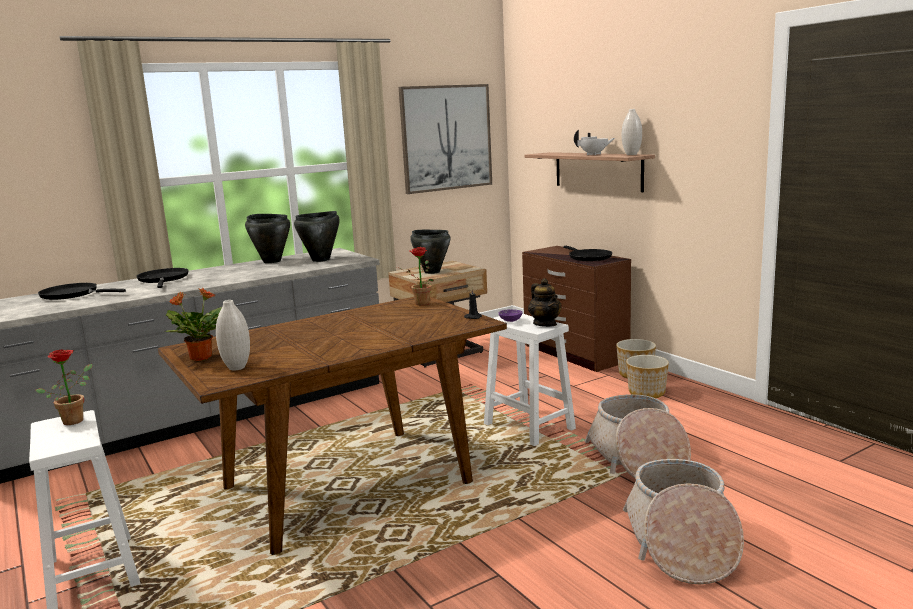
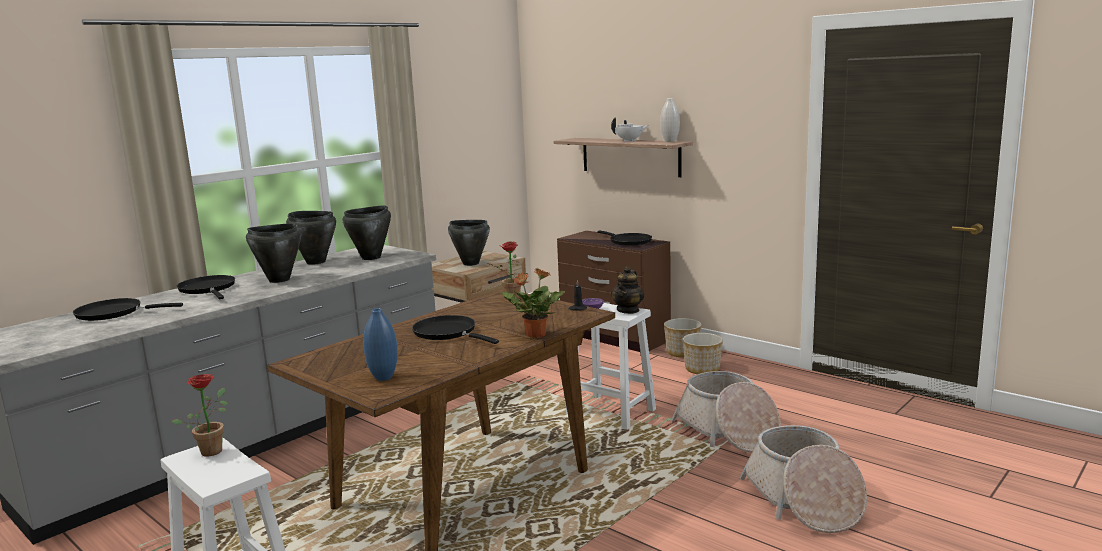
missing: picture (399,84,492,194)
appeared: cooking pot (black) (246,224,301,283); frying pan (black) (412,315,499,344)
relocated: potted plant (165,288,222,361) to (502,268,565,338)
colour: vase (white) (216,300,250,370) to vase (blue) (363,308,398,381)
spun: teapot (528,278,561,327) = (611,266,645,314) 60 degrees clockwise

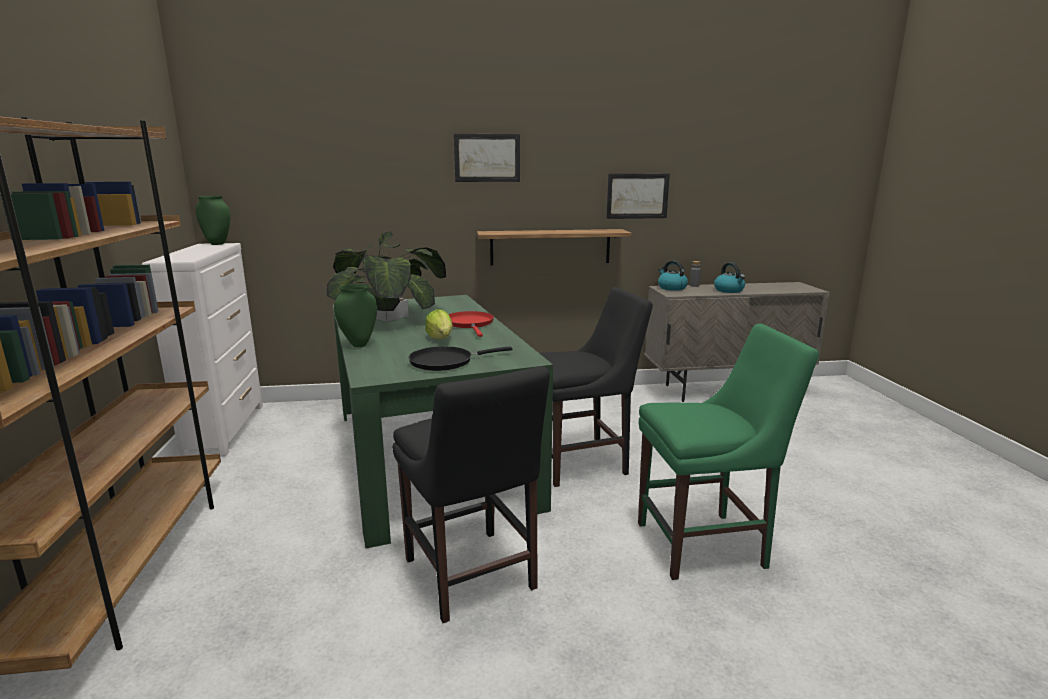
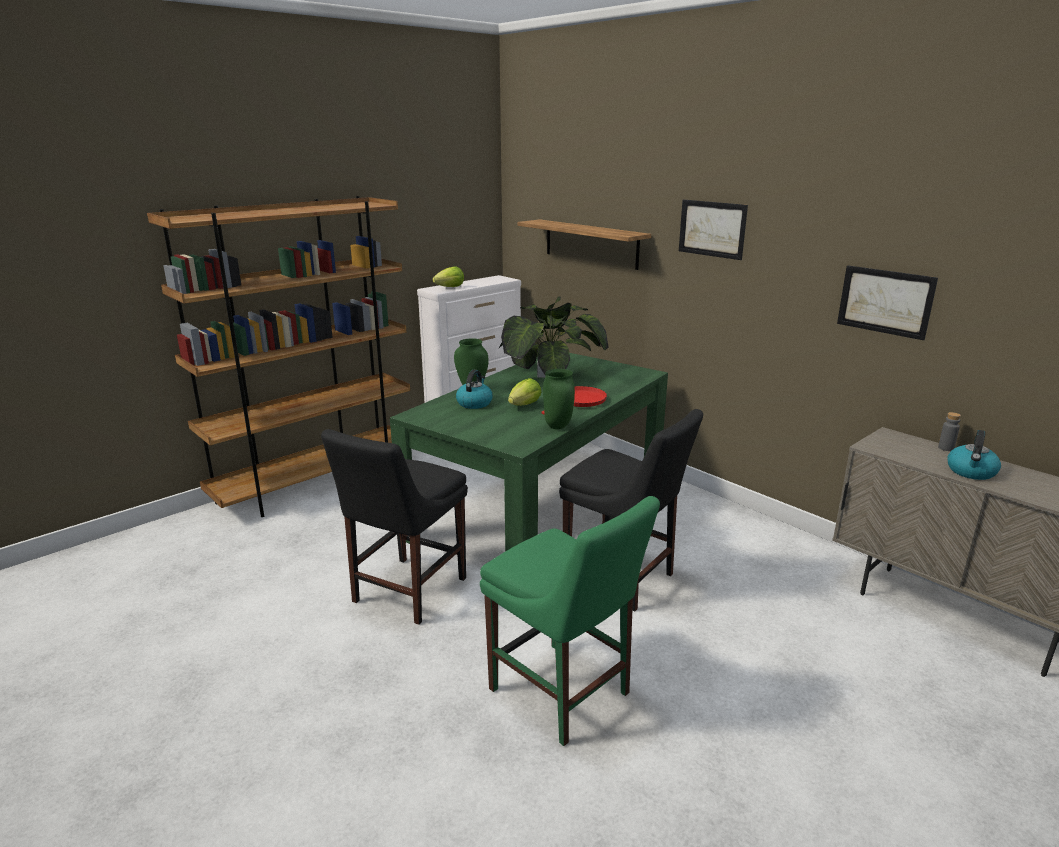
missing: frying pan (black) (409,346,512,371)
appeared: lettuce (432,266,464,287)
relocated: vase (green) (195,196,230,245) to (543,369,575,429); shelf (477,229,631,266) to (517,219,651,270); kettle (658,260,688,291) to (456,370,493,409)

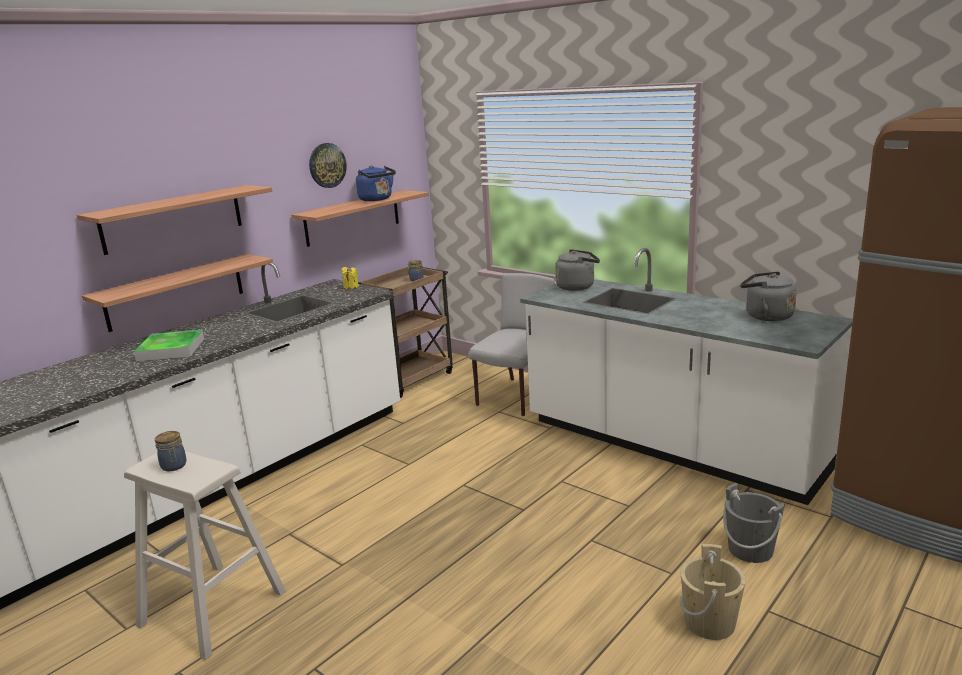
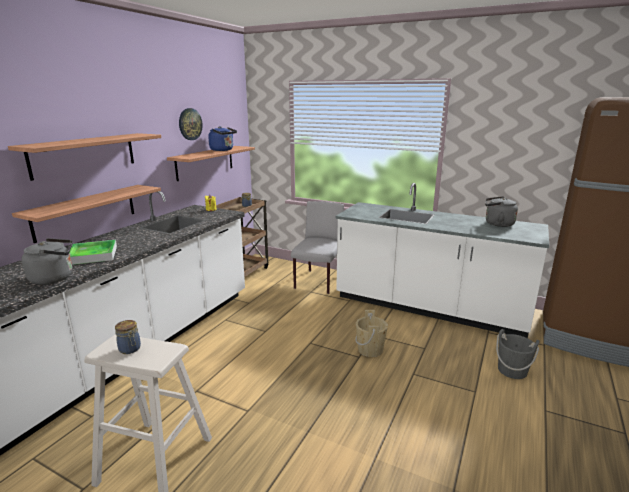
relocated: kettle (grey) (555,249,600,291) to (22,238,73,284); bucket (beige) (680,544,746,640) to (355,310,388,357)

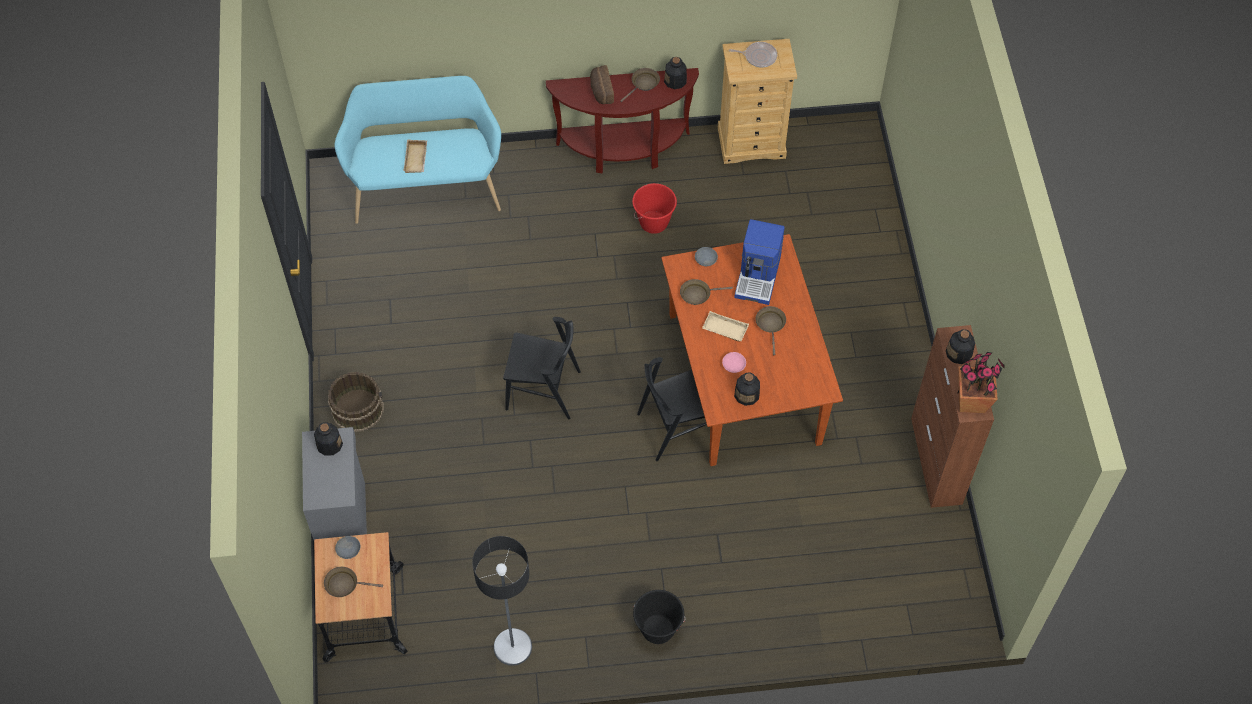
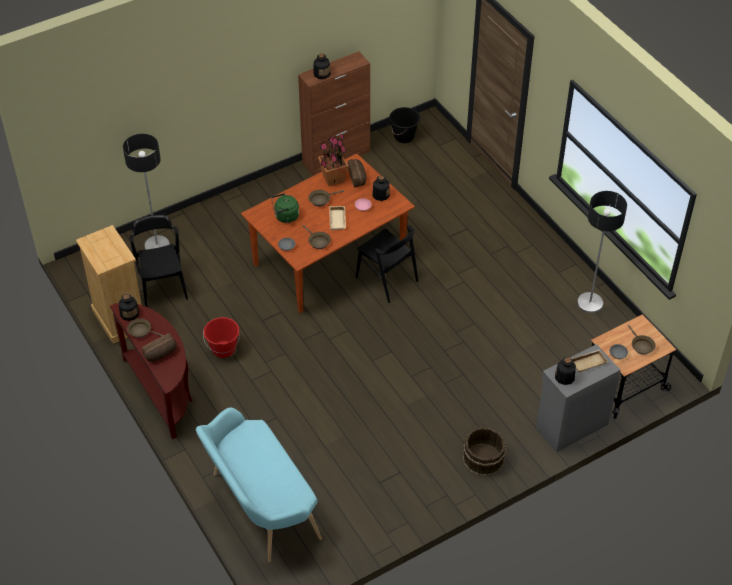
missing: frying pan (729,42,777,67)
appeared: floor lamp (123,134,170,250); bread (348,159,367,187)
relocated: tray (beige) (403,140,427,173) to (572,349,608,372); chair (black) (503,317,581,419) to (129,215,188,307); bucket (black) (633,590,685,644) to (389,107,420,143); potted plant (957,352,1005,413) to (318,134,349,186)
exchanged: coffee machine (734,219,785,305) to kettle (green) (271,193,299,223)

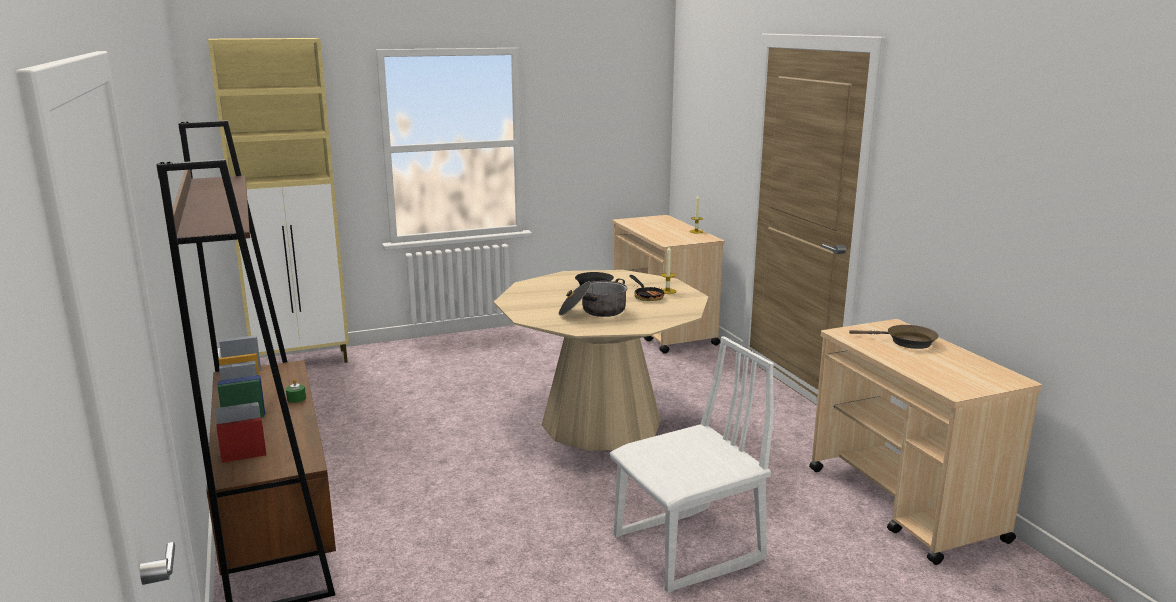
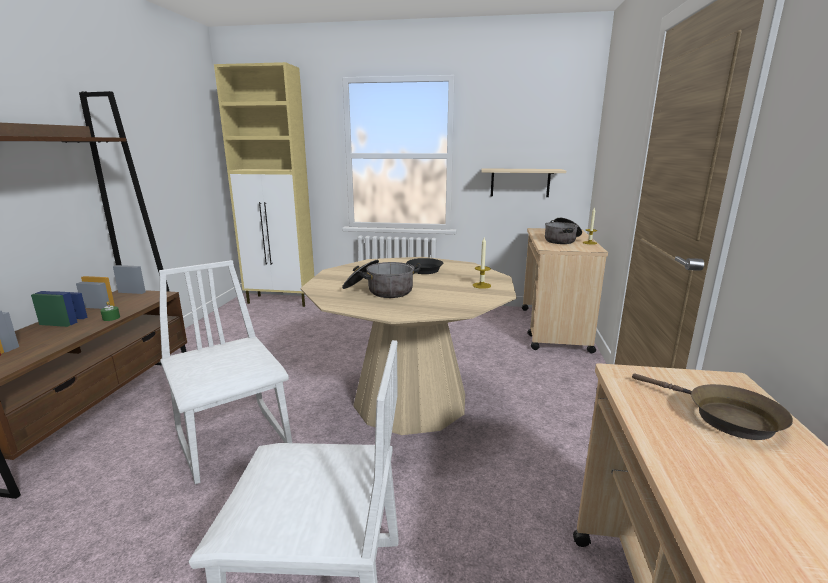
missing: frying pan (629,275,664,301)
appeared: chair (white) (159,260,292,485); shelf (beige) (481,168,566,197); cooking pot (545,218,582,244)

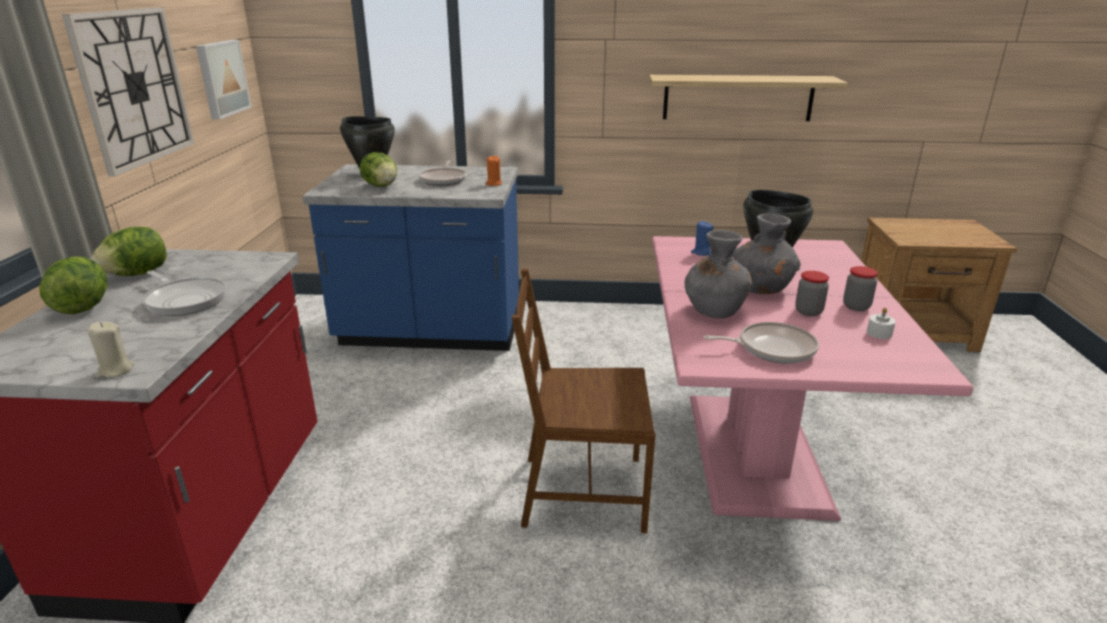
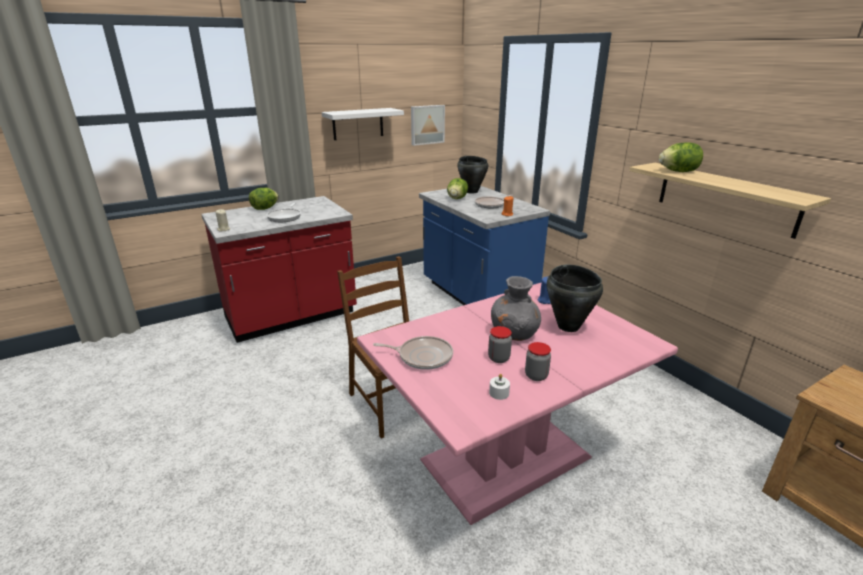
missing: vase (grey) (685,230,752,318)
relocated: lettuce (91,227,167,276) to (659,142,703,172)
exchanged: wall clock (62,7,195,177) to shelf (white) (322,108,404,140)
spun: frying pan (704,322,819,364) = (373,336,453,370) 45 degrees counterclockwise

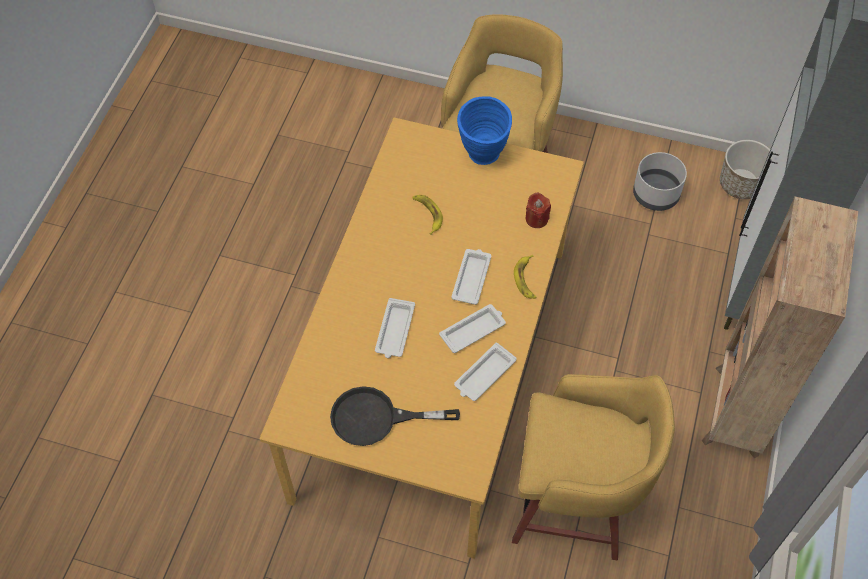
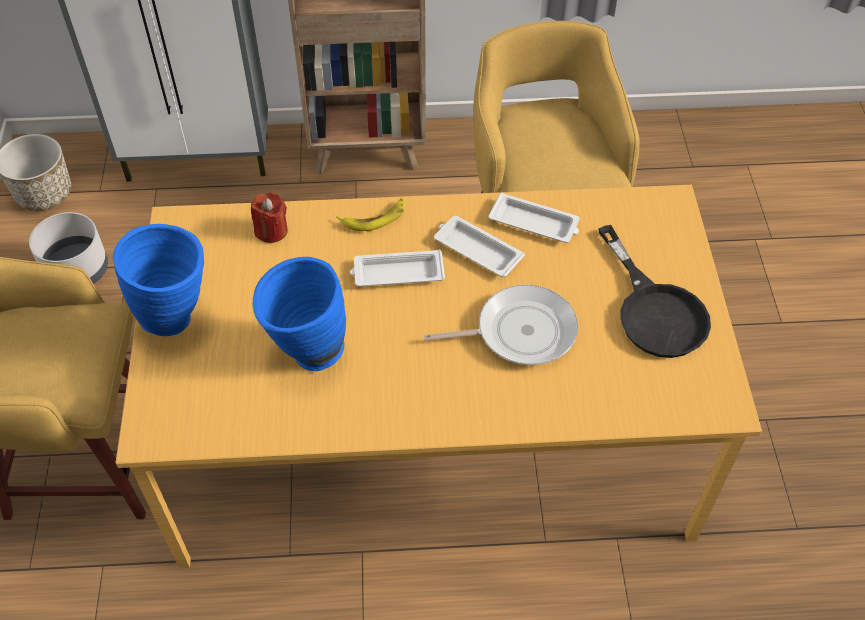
exchanged: tray (white) (375,298,415,358) to frying pan (424,285,578,365); banana (413,195,443,235) to vase (blue) (253,257,346,371)

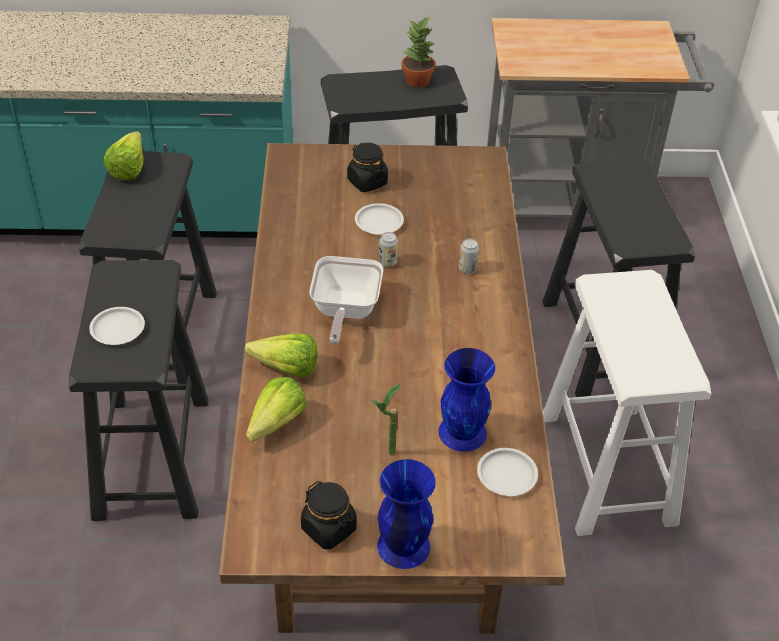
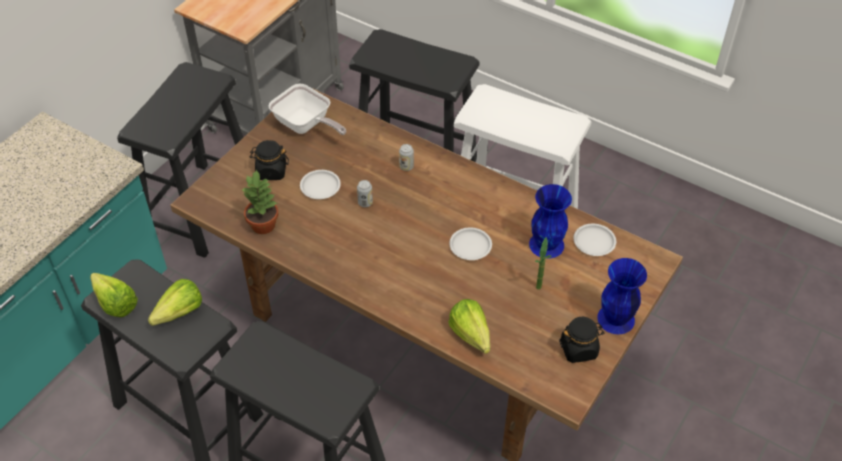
relocated: plate (white) (89,307,145,345) to (449,227,492,260); lettuce (245,334,318,378) to (148,279,202,326); frying pan (309,256,383,344) to (269,84,346,135); potted plant (401,16,436,87) to (240,169,278,234)

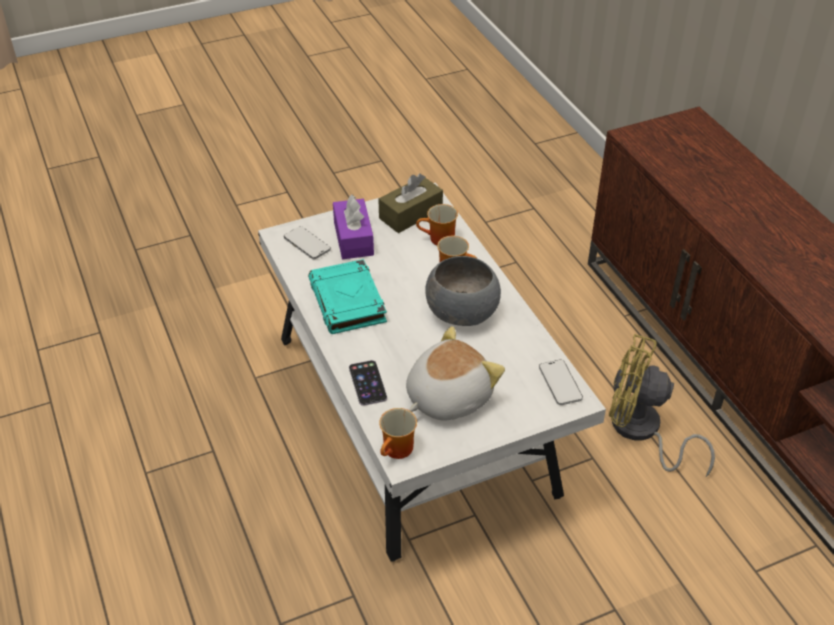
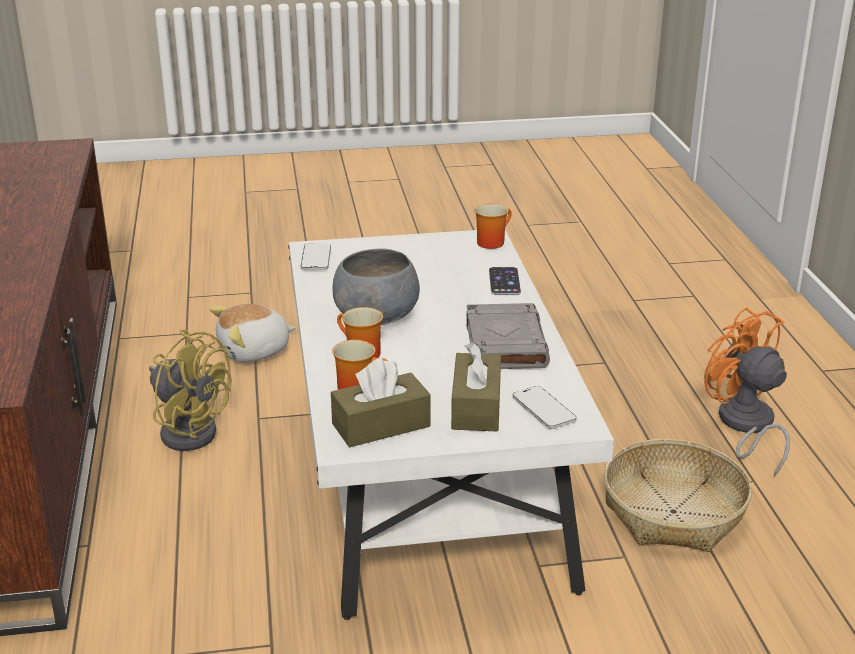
appeared: basket (604,439,752,552); fan (orange) (704,307,790,477)
relocated: plush toy (406,326,505,421) to (210,304,296,362)
colour: book (turquoise) (308,259,387,334) to book (grey) (466,303,550,369); tissue box (purple) (333,195,374,259) to tissue box (brown) (451,341,501,431)

